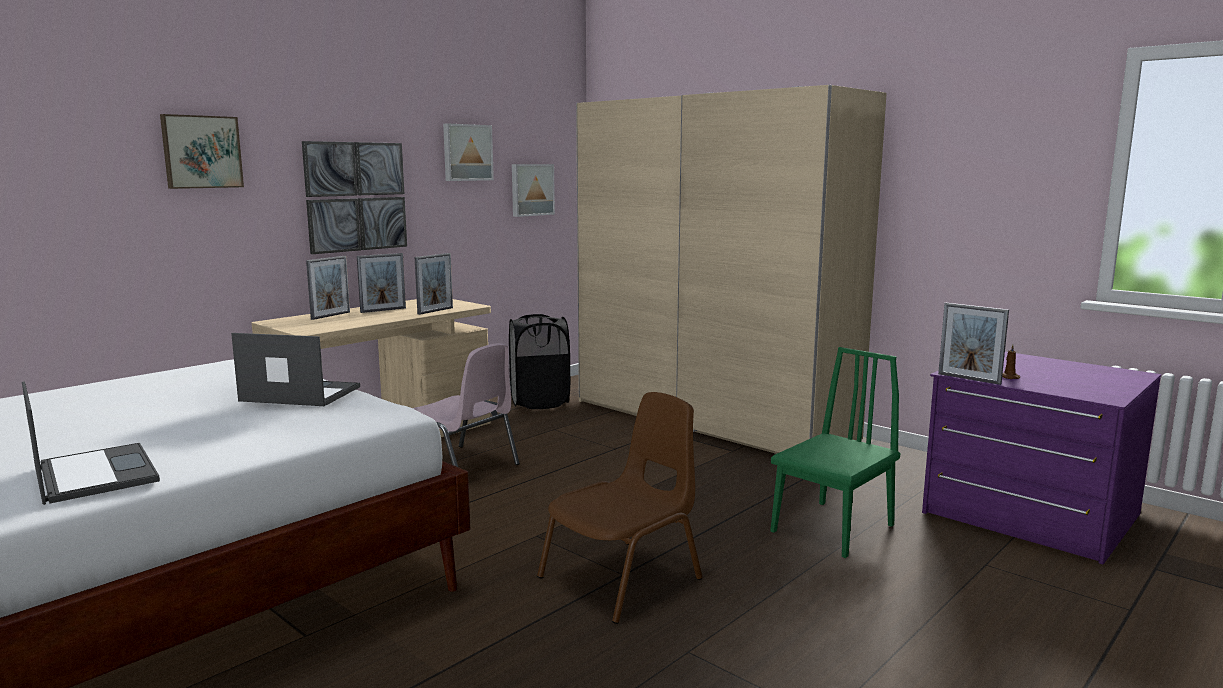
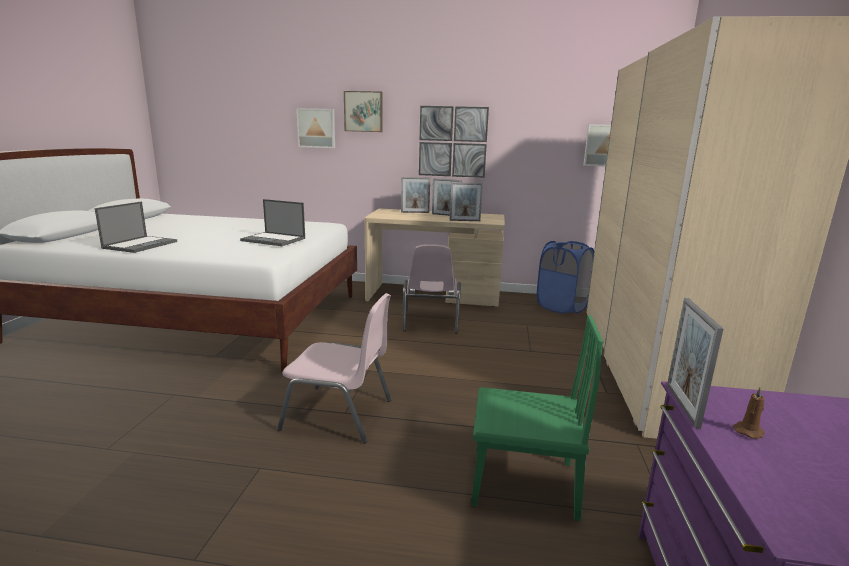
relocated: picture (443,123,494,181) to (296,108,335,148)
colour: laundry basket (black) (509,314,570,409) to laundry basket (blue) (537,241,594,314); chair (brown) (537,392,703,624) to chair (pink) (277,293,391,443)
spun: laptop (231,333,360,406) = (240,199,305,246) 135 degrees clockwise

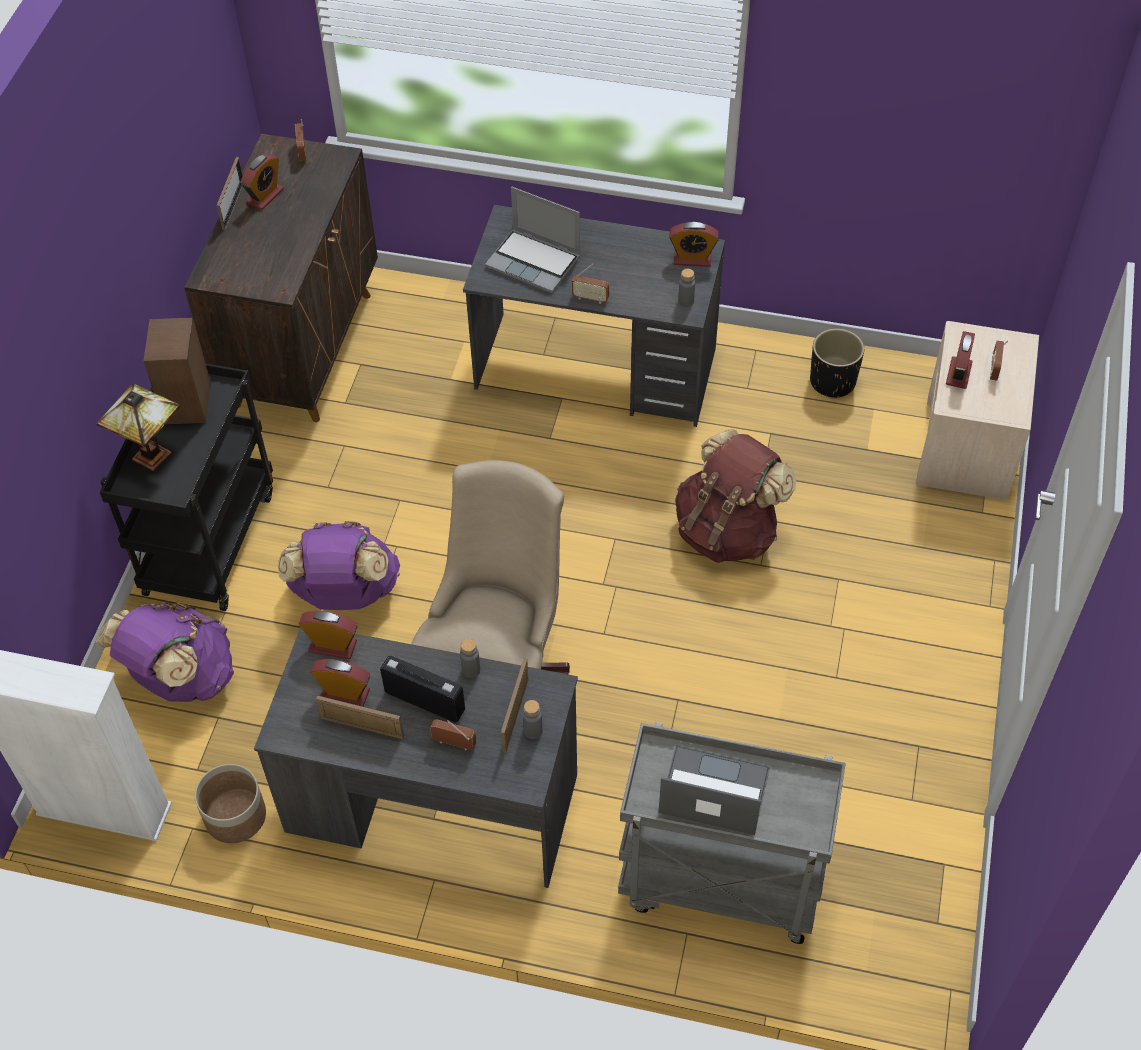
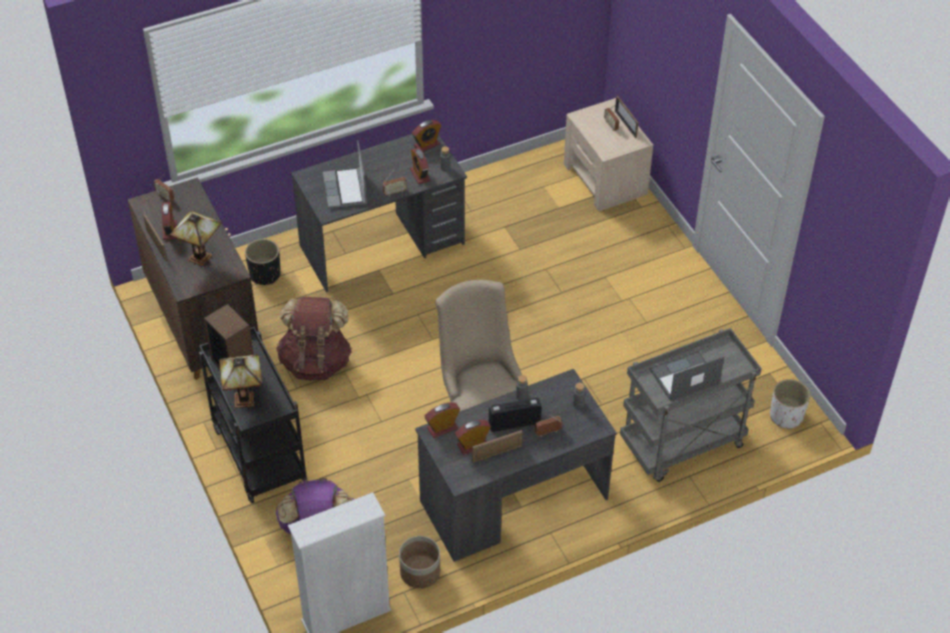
missing: backpack (purple) (278,521,400,610)
appeared: table lamp (170,211,221,267); planter (white) (770,379,810,429)
relocated: picture frame (501,659,528,753) to (615,96,639,138); backpack (brown) (675,429,796,563) to (276,297,352,381); planter (black) (810,329,864,399) to (245,239,281,285); alarm clock (946,331,975,389) to (410,148,431,184)
spun: laptop (485,187,581,293) = (323,140,367,208) 90 degrees clockwise

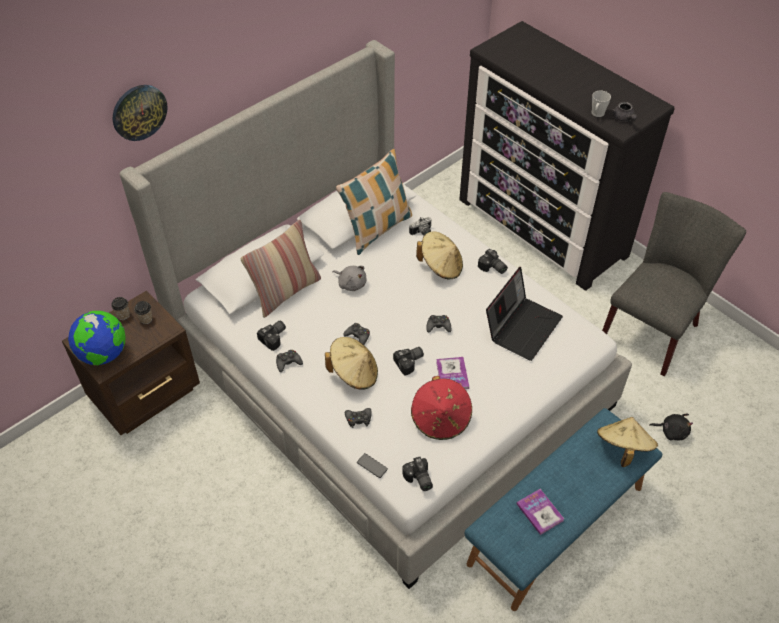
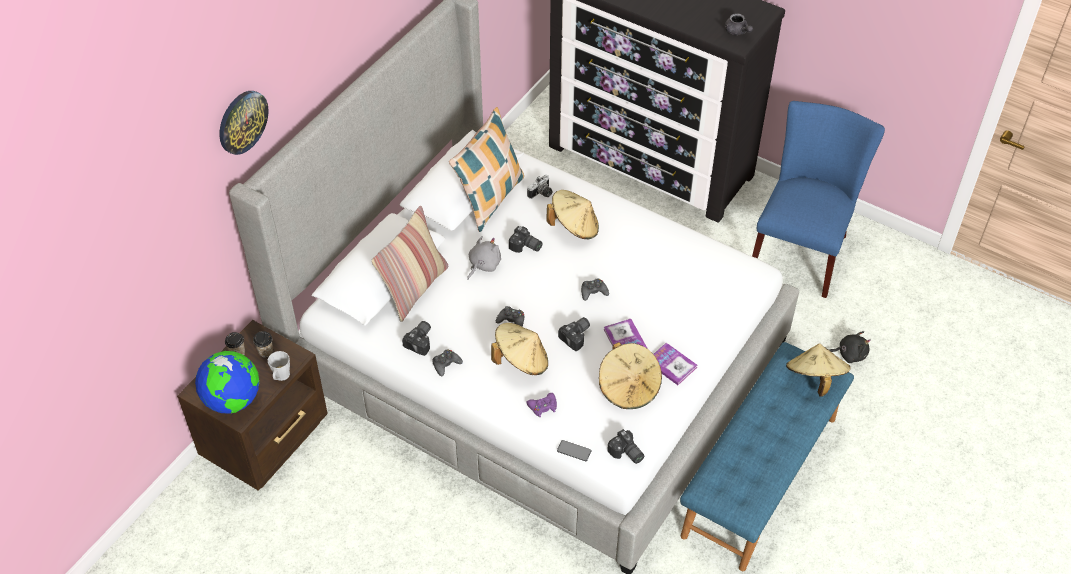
missing: laptop (486,267,563,361)
relocated: photo camera (478,249,508,274) to (509,226,543,253); book (516,489,564,535) to (654,343,697,385); mug (grey) (592,91,611,117) to (268,351,290,381)
colour: game controller (black) (345,408,372,428) to game controller (purple) (526,393,557,417); hat (red) (411,376,472,440) to hat (beige) (599,342,662,409); chair (grey) (602,192,746,376) to chair (blue) (752,101,885,298)
spun: plush toy (grey) (333,266,366,291) = (467,236,501,280) 75 degrees counterclockwise

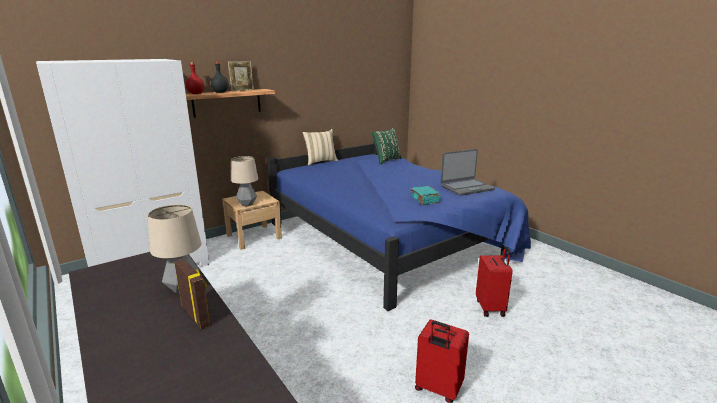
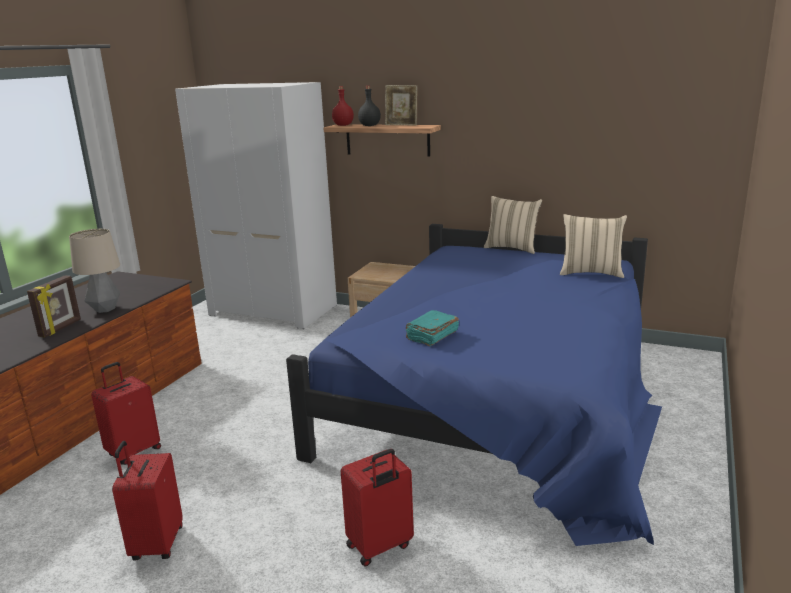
missing: table lamp (231,156,258,206); laptop (441,149,495,196)
appeared: suitcase (red) (91,362,161,465)
colour: pillow (green) (372,127,402,165) to pillow (beige) (560,214,627,278)

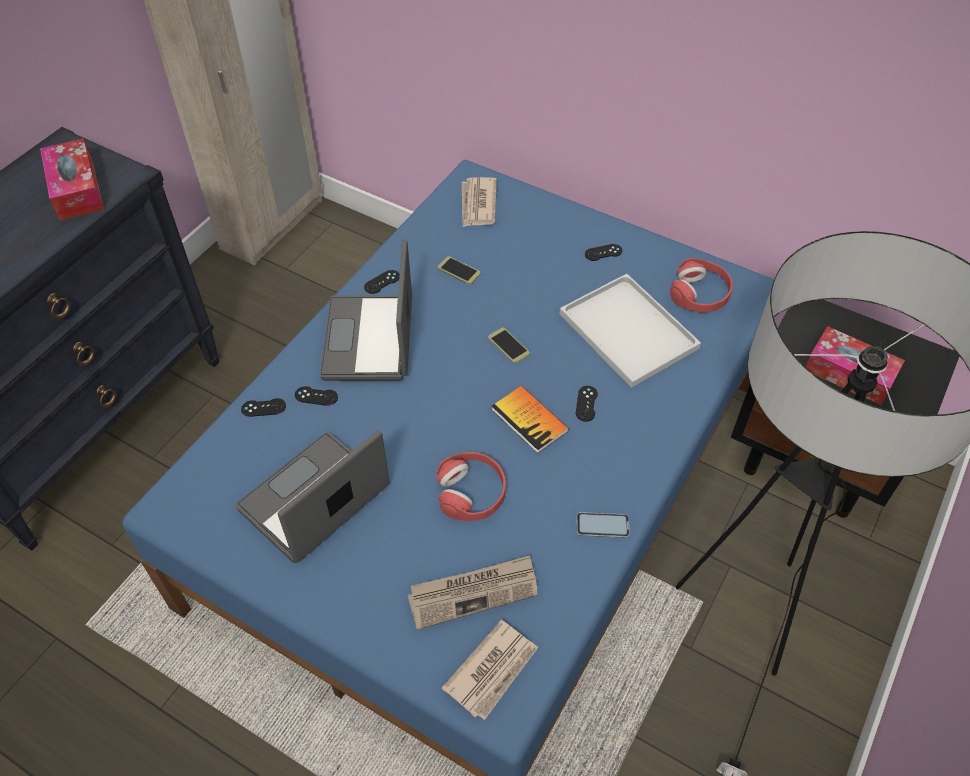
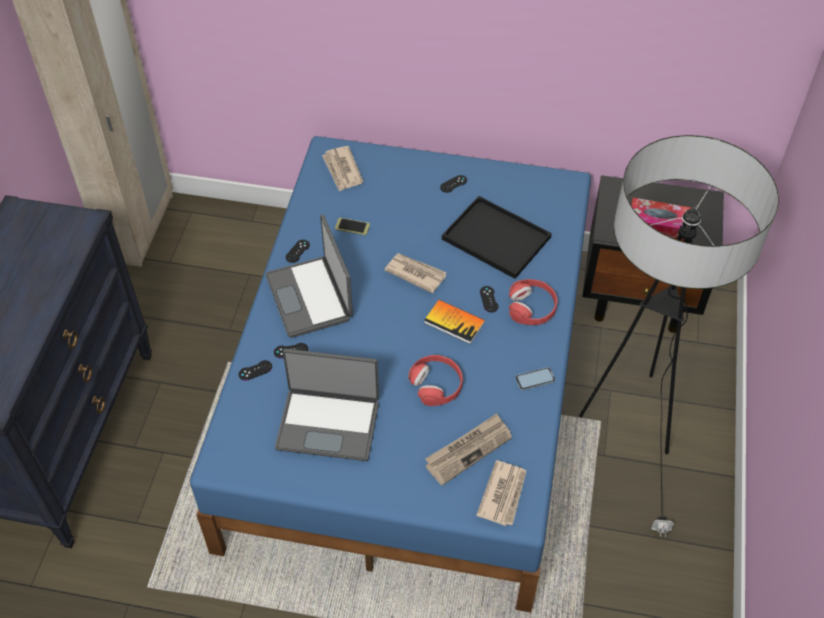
missing: tissue box (40,138,104,220)
relocated: headphones (red) (670,258,733,313) to (509,279,558,325)
exchanged: phone (488,327,530,364) to newspaper (384,253,447,293)
colour: tray (white) (560,274,701,388) to tray (black) (442,196,552,279)
spun: laptop (236,430,390,563) = (275,349,379,461) 105 degrees counterclockwise

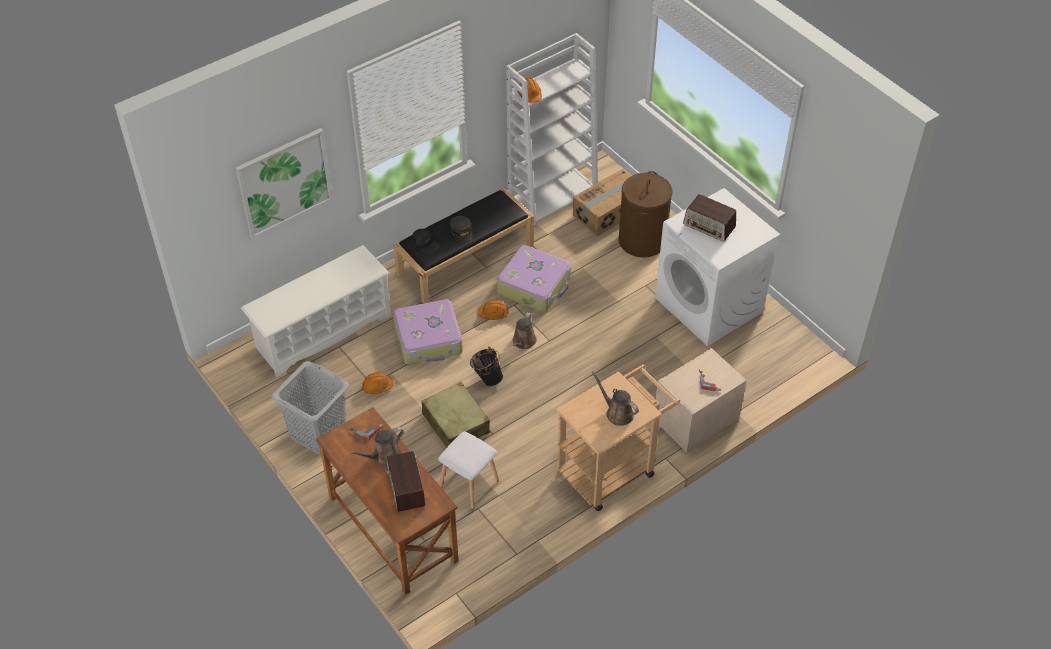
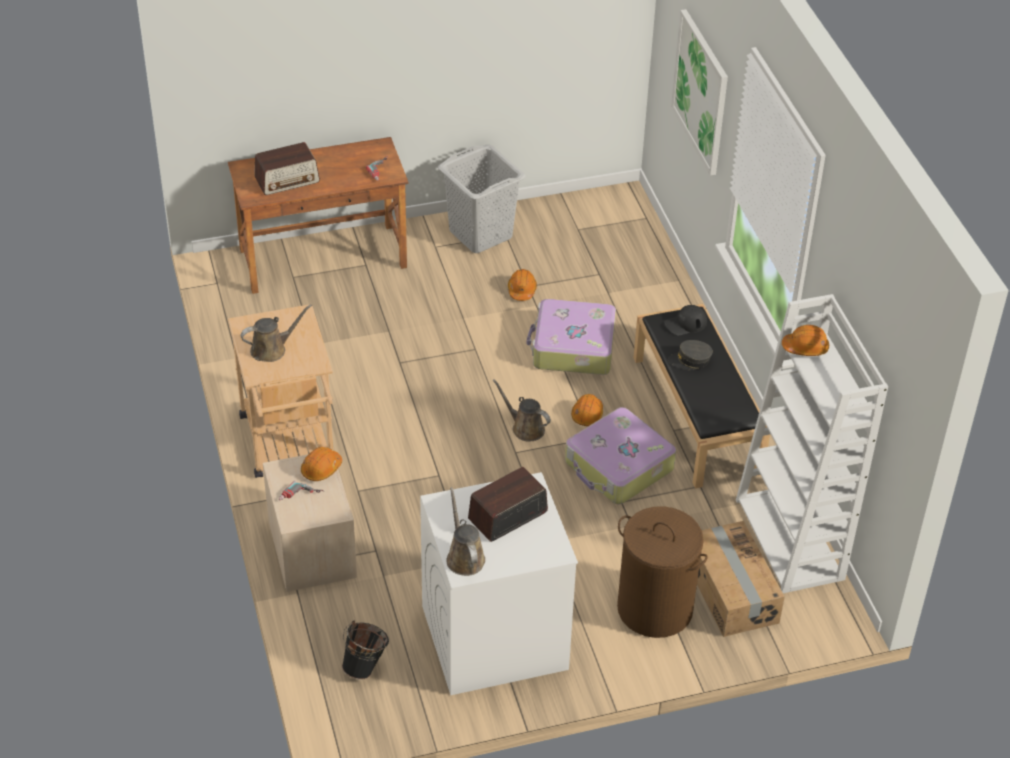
missing: shoe rack (white) (241,245,391,377); suitcase (beige) (421,382,490,447); stool (white) (438,431,499,509)
appeared: hard hat (orange) (301,447,342,481)
relocated: watering can (brown) (350,427,404,465) to (446,487,485,576); bucket (black) (470,347,503,386) to (342,621,389,680)
spun: radio (386,451,425,512) = (254,142,320,195) 150 degrees clockwise

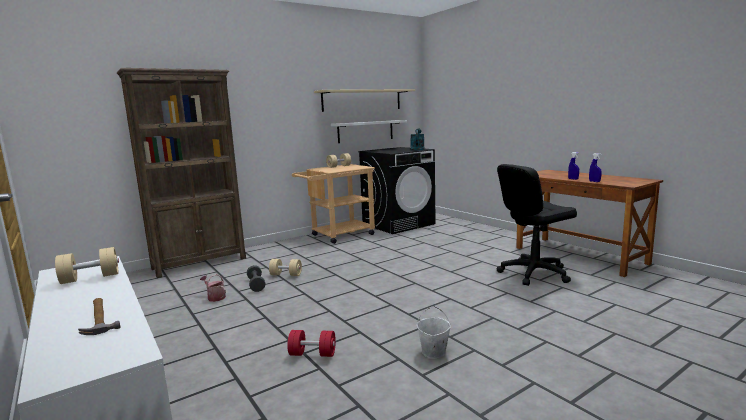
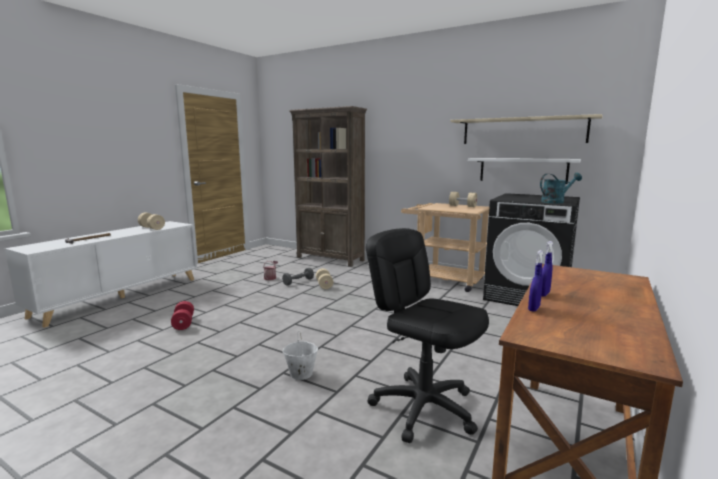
relocated: bucket (white) (417,306,451,358) to (283,331,318,380)

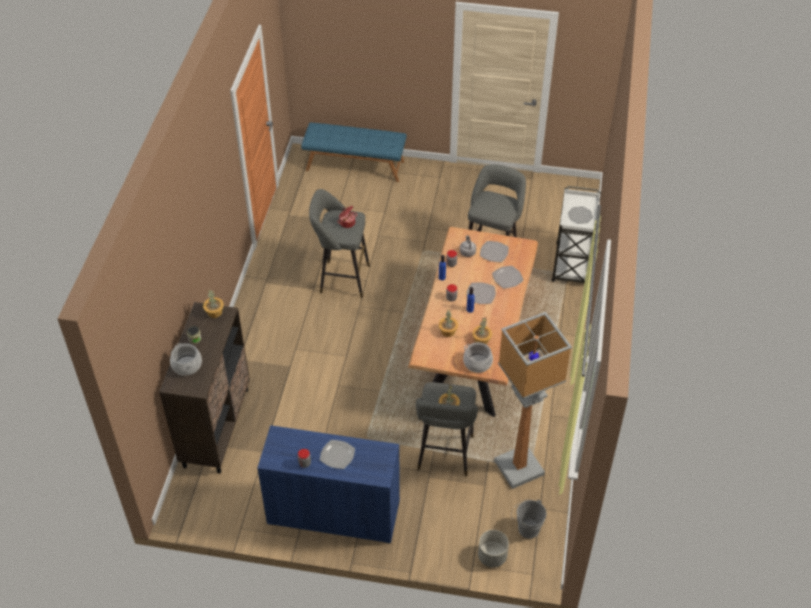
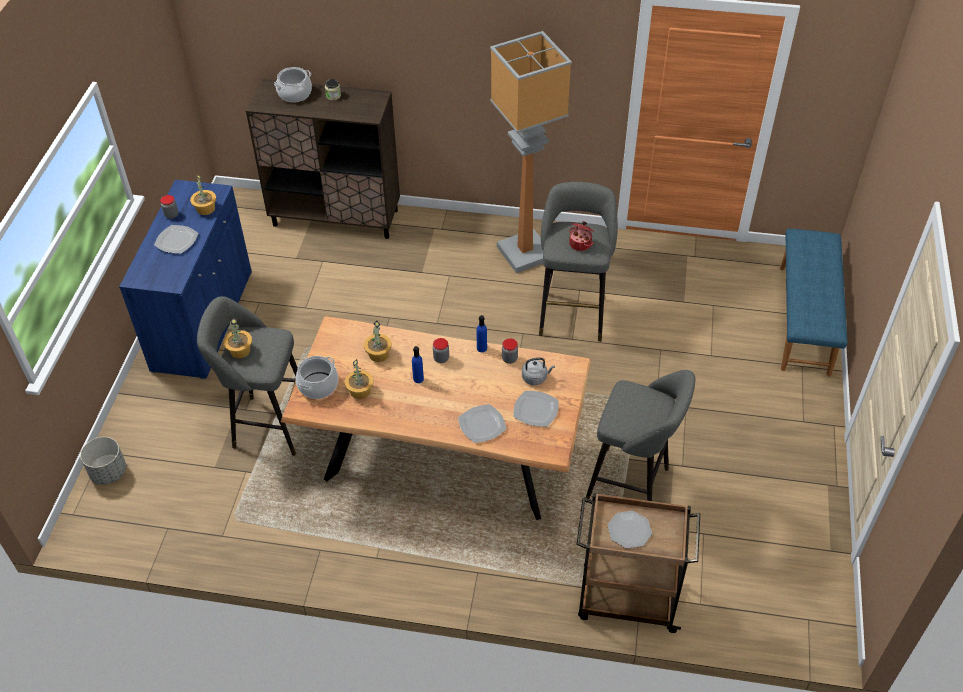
missing: plate (467,282,496,304); bucket (grey) (511,499,546,539)
relocated: potted plant (203,290,224,318) to (190,174,216,215); floor lamp (494,312,572,489) to (490,31,572,273)
colour: cart (white) (552,186,601,283) to cart (brown) (577,493,700,633)

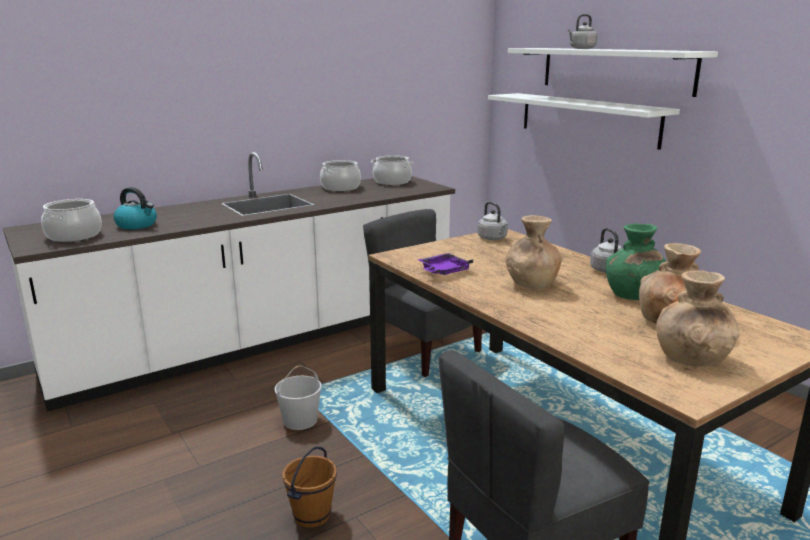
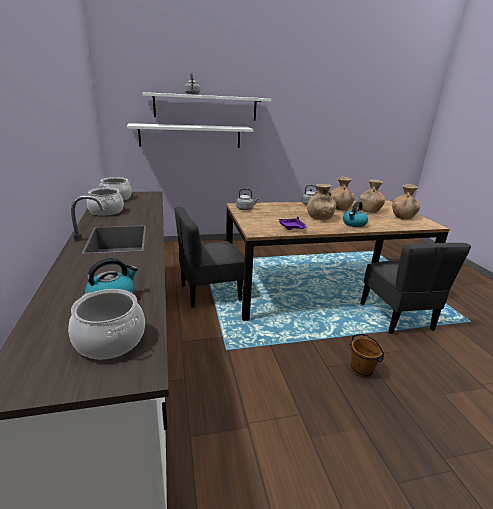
missing: bucket (white) (274,365,322,430)
appeared: kettle (343,201,368,227)
colour: vase (green) (606,223,667,300) to vase (brown) (331,177,355,210)

